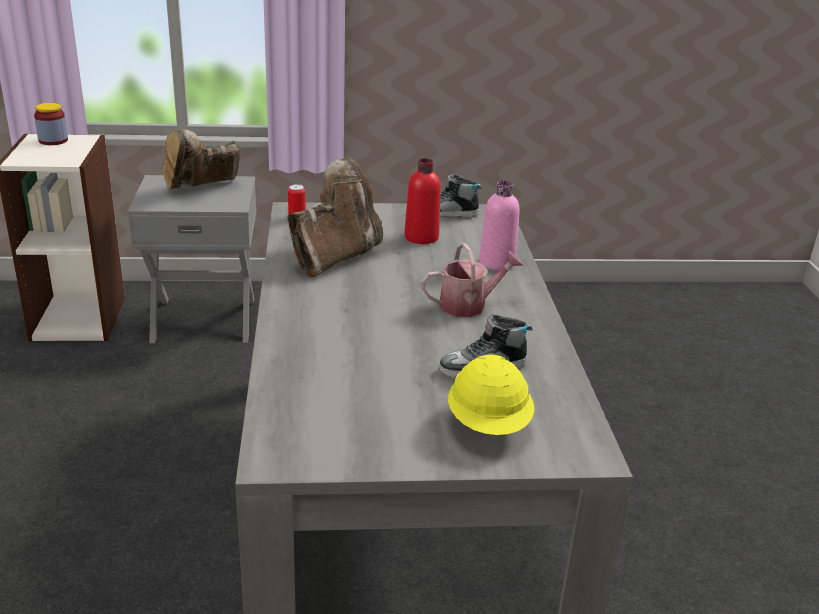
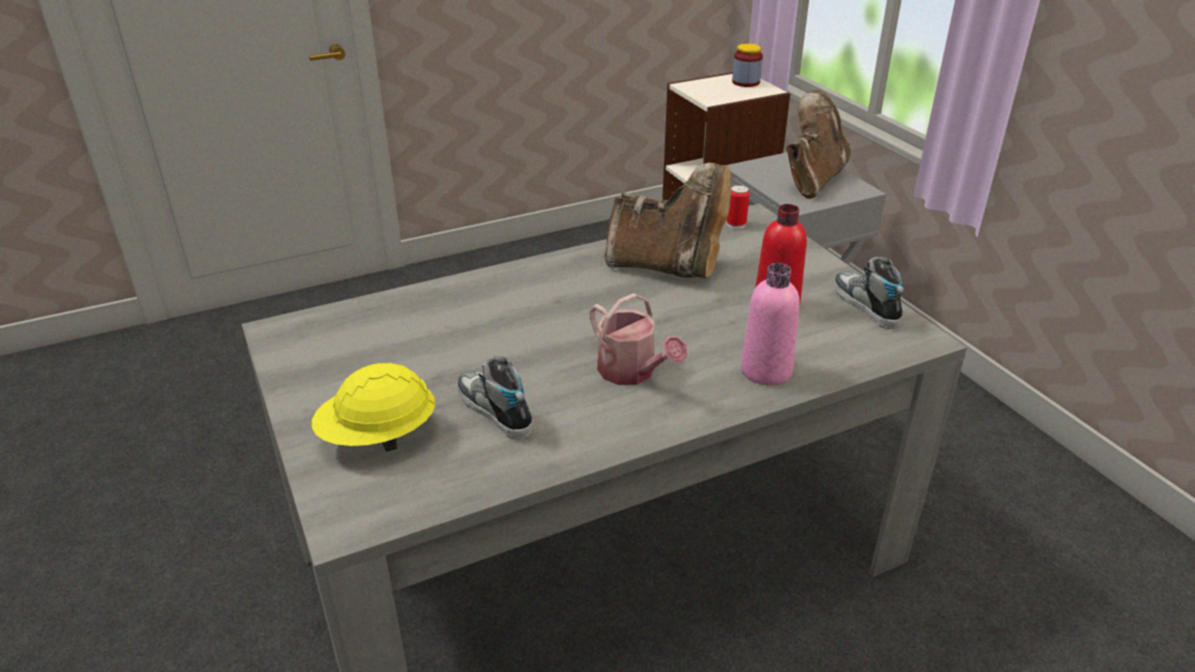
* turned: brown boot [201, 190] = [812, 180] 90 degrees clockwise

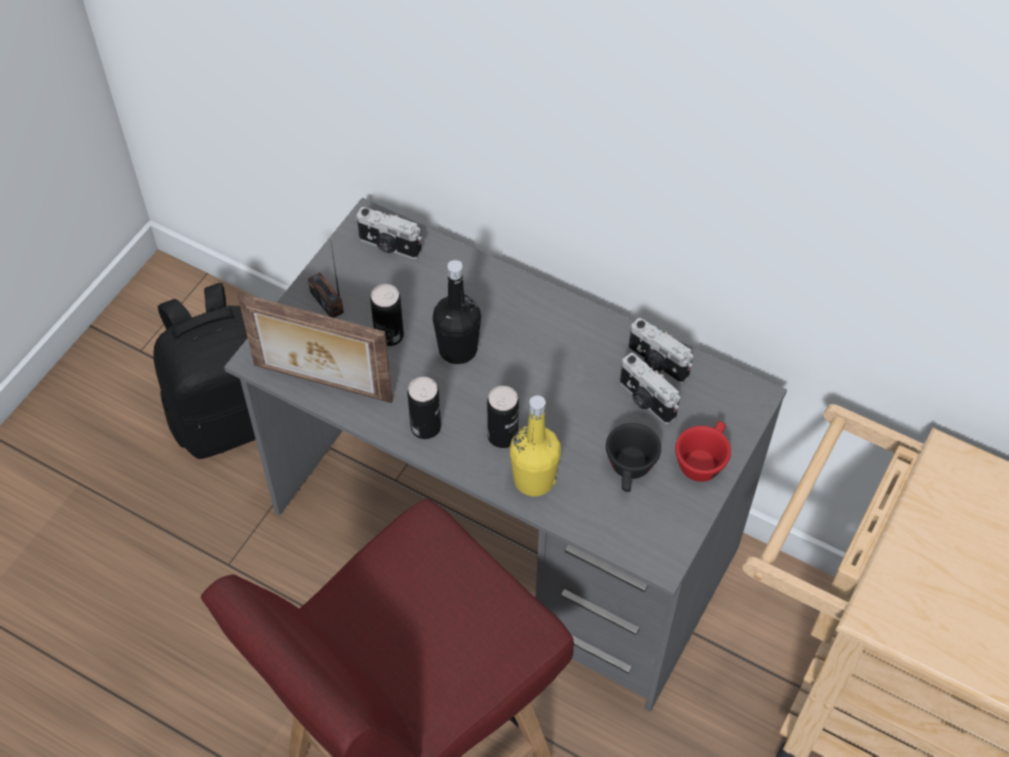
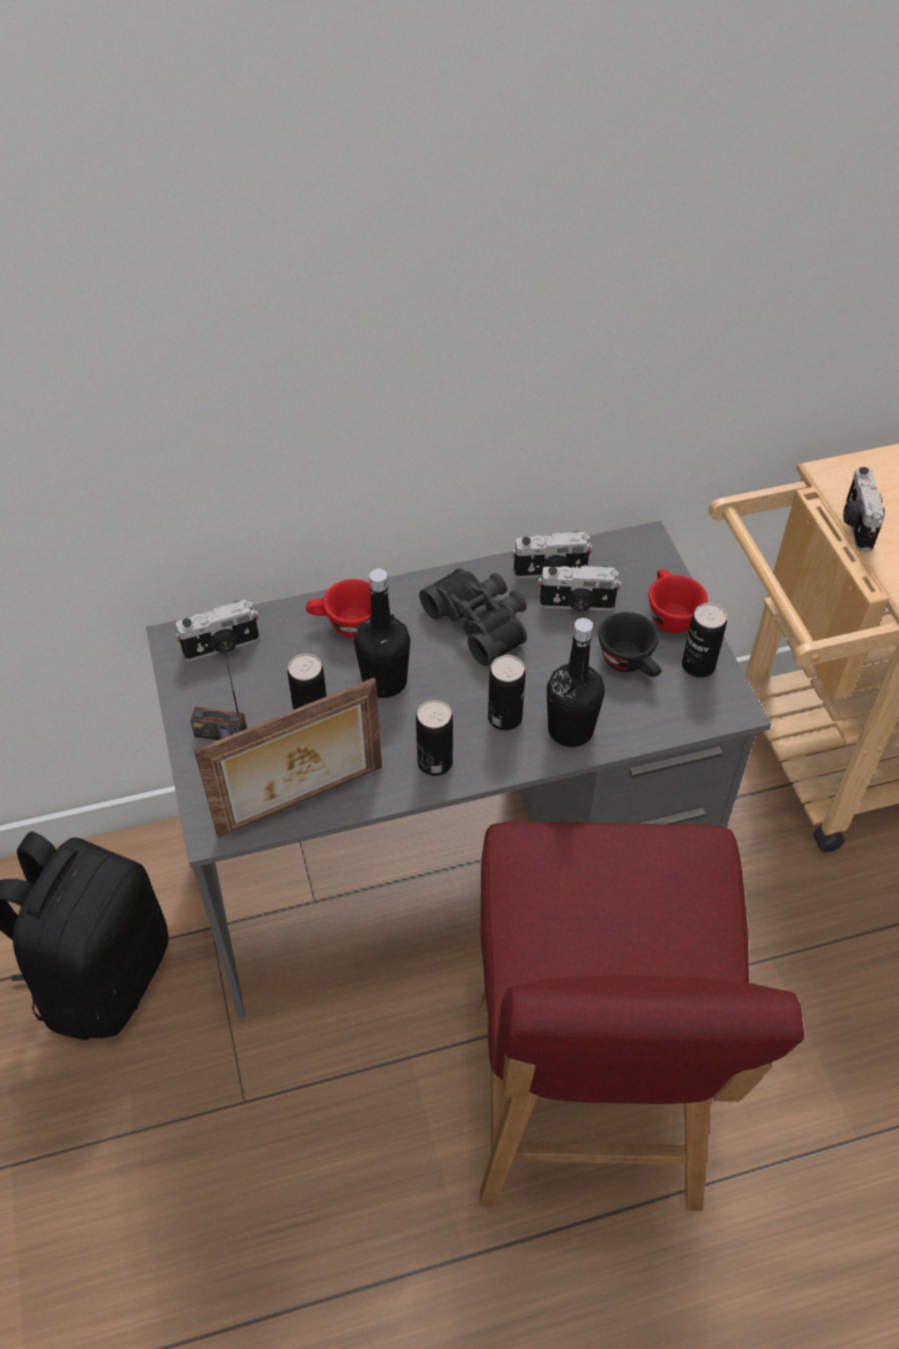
* added: red cup [345, 625]
* added: black binoculars [481, 621]
* recoloured: yellow bottle [534, 479] to black bottle [570, 730]
* added: can [698, 666]
* added: photo camera [856, 524]

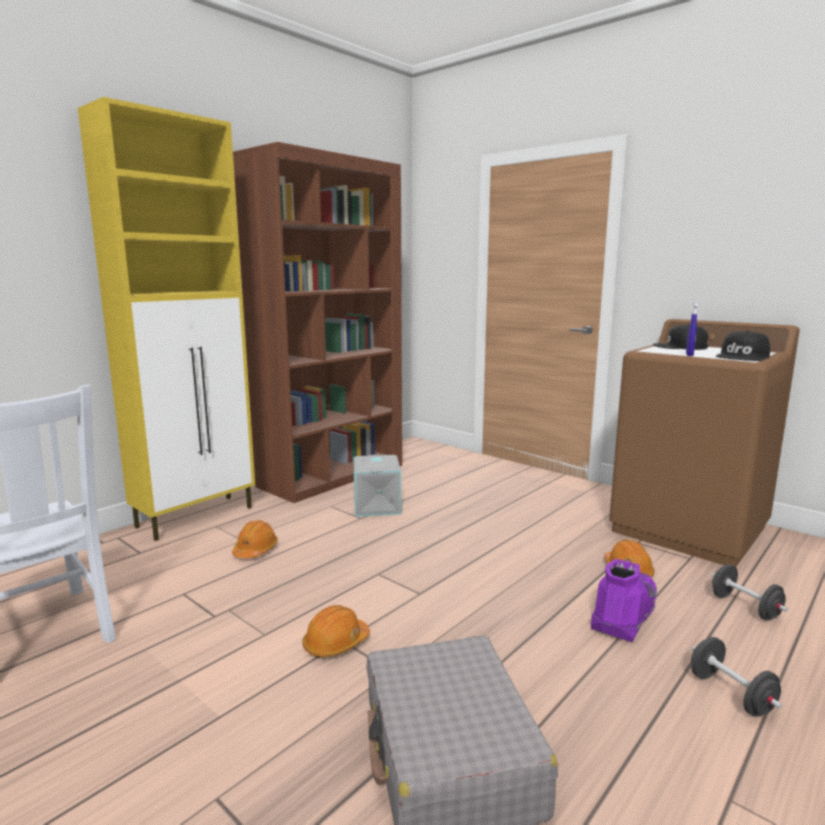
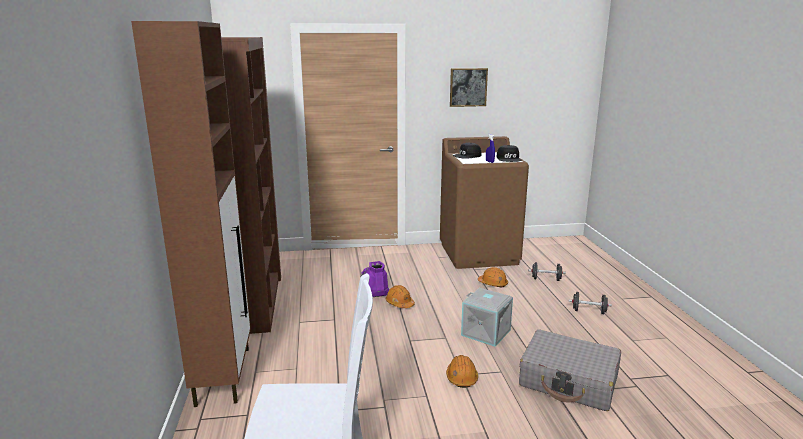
* recoloured: yellow cabinet [197, 516] to brown cabinet [224, 374]
* moved: purple boot [624, 613] to [374, 287]
* moved: orange hard hat [255, 550] to [399, 303]
* added: picture [468, 87]
* moved: grey storage box [378, 506] to [486, 332]

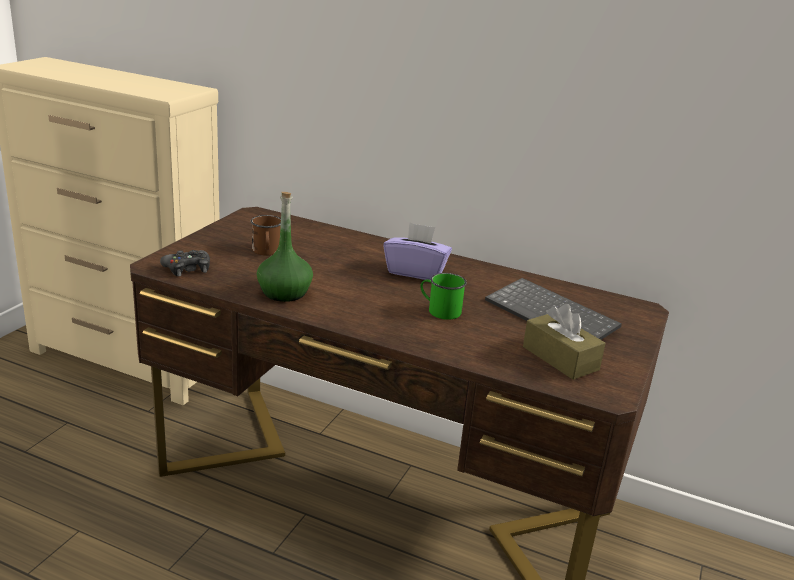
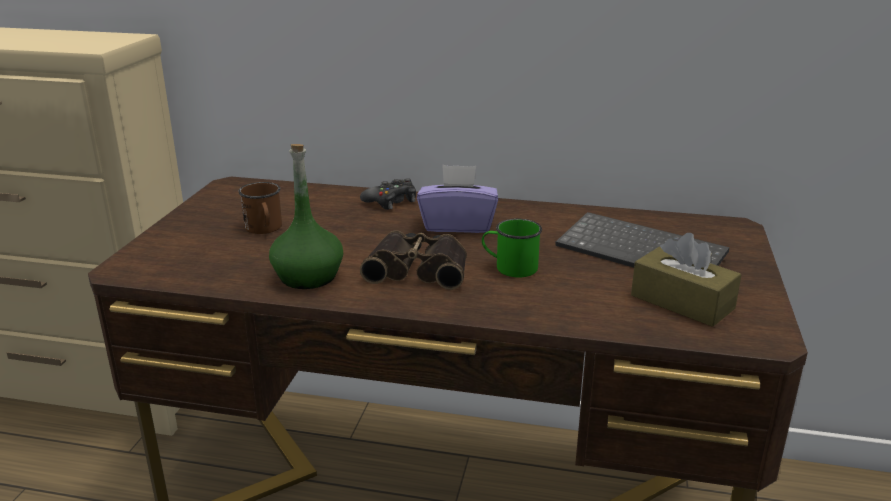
* moved: black game controller [187, 269] to [391, 201]
* added: binoculars [419, 269]

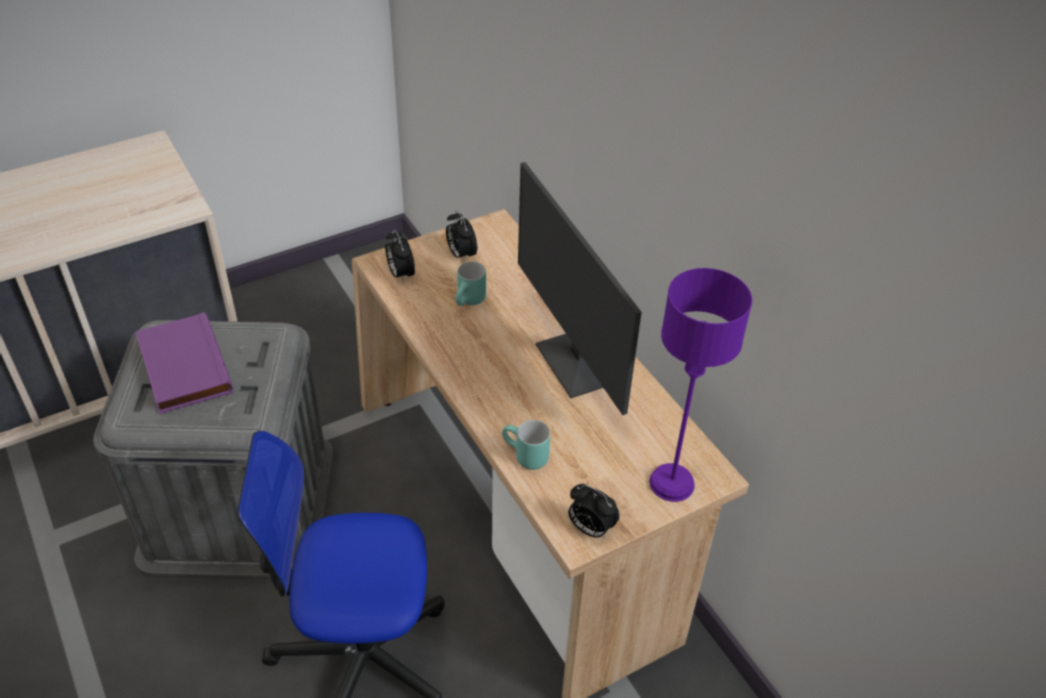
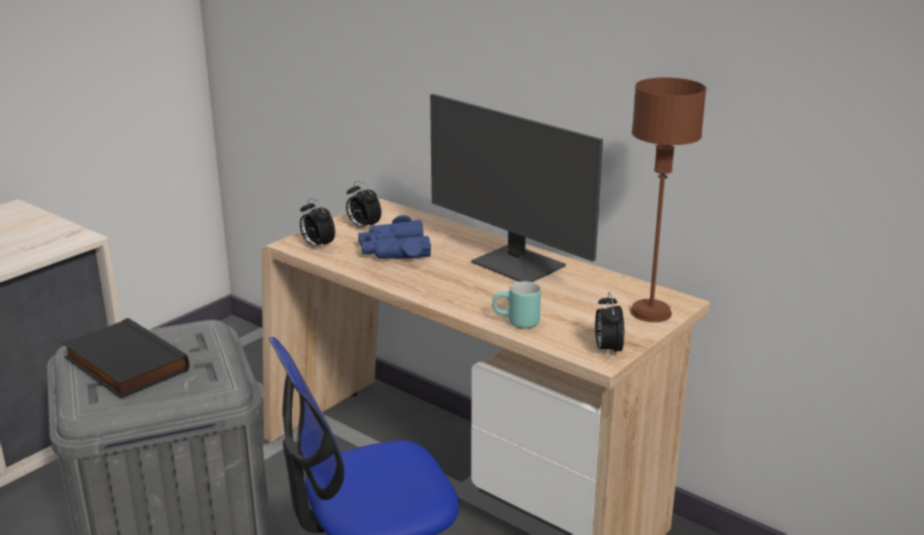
* recoloured: purple book [182, 367] to black book [123, 365]
* replaced: turquoise mug [470, 302] to blue binoculars [394, 250]
* turned: alarm clock [590, 528] = [607, 350] 75 degrees clockwise
* recoloured: purple table lamp [671, 484] to brown table lamp [651, 313]

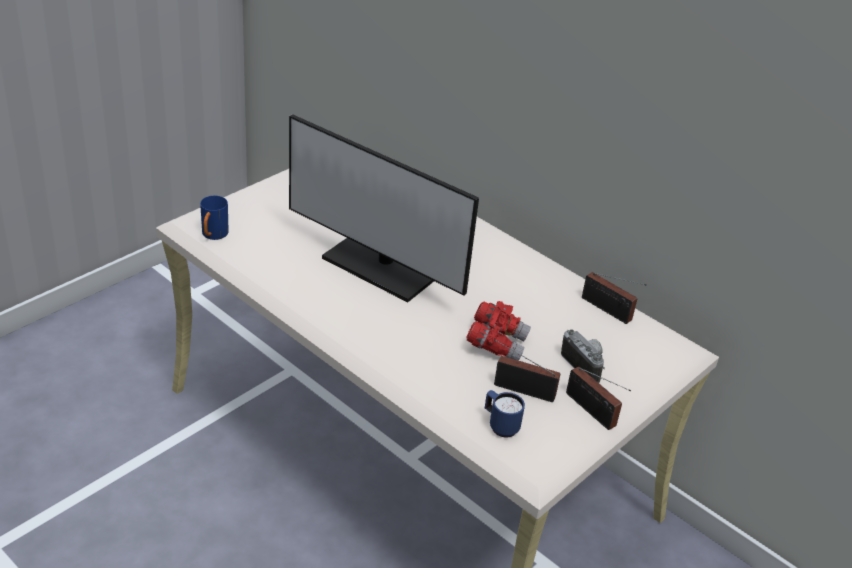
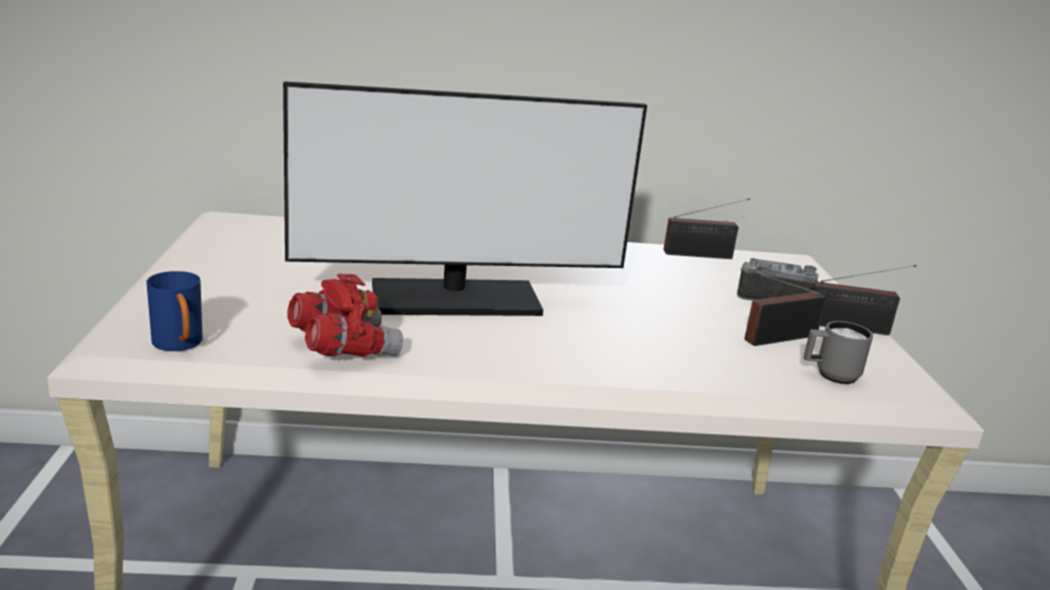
* moved: red binoculars [496, 343] to [343, 349]
* recoloured: blue mug [500, 426] to grey mug [829, 375]

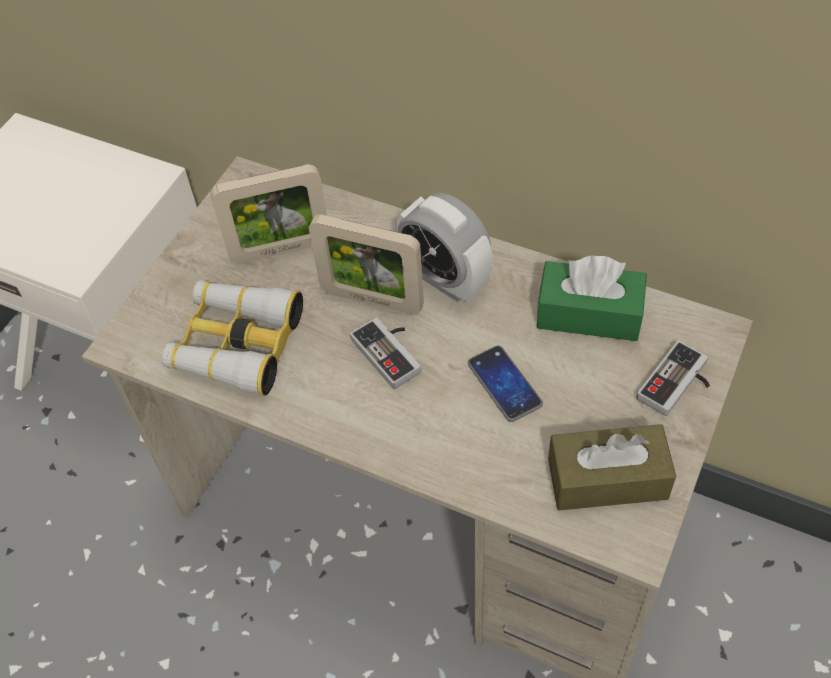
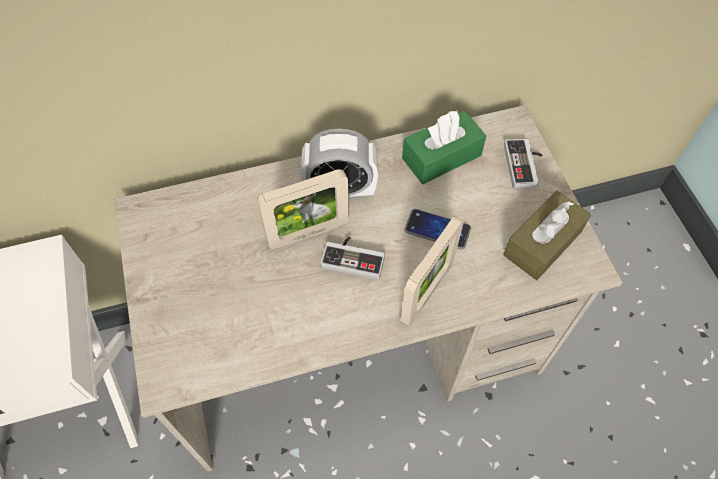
* moved: picture frame [280, 250] to [427, 293]
* removed: binoculars [236, 344]

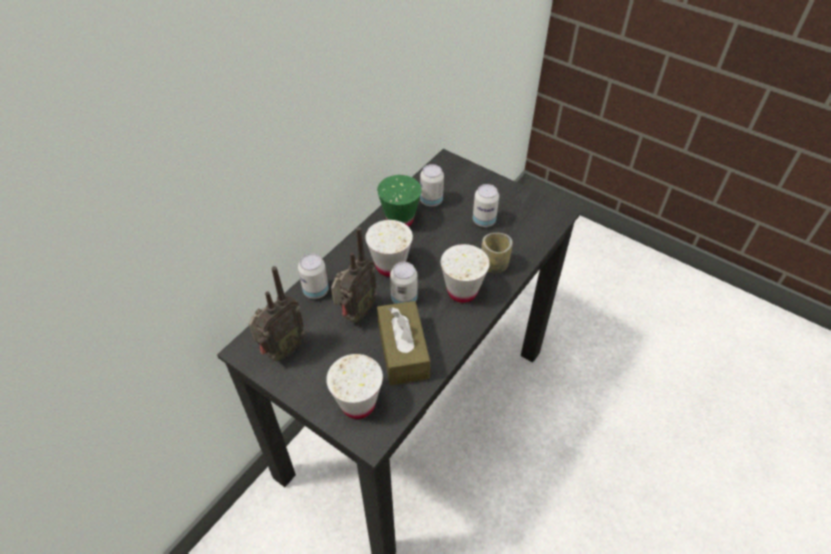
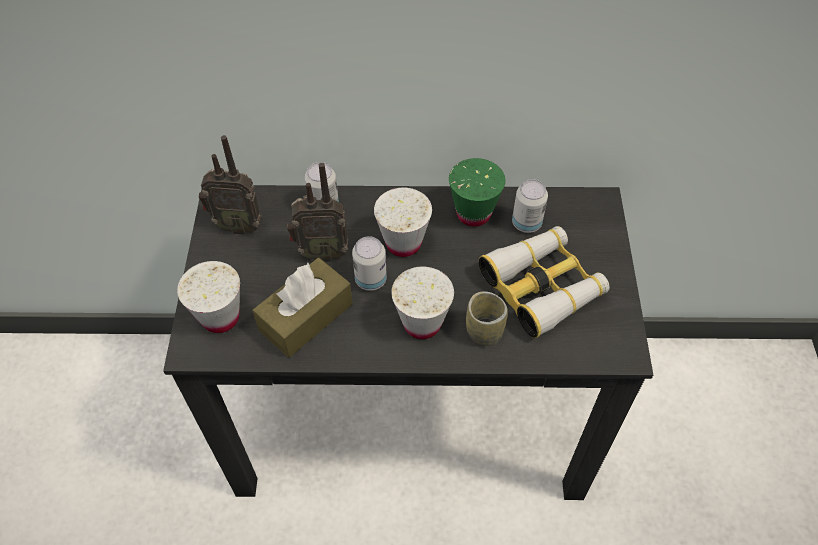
* replaced: can [484, 221] to binoculars [542, 286]

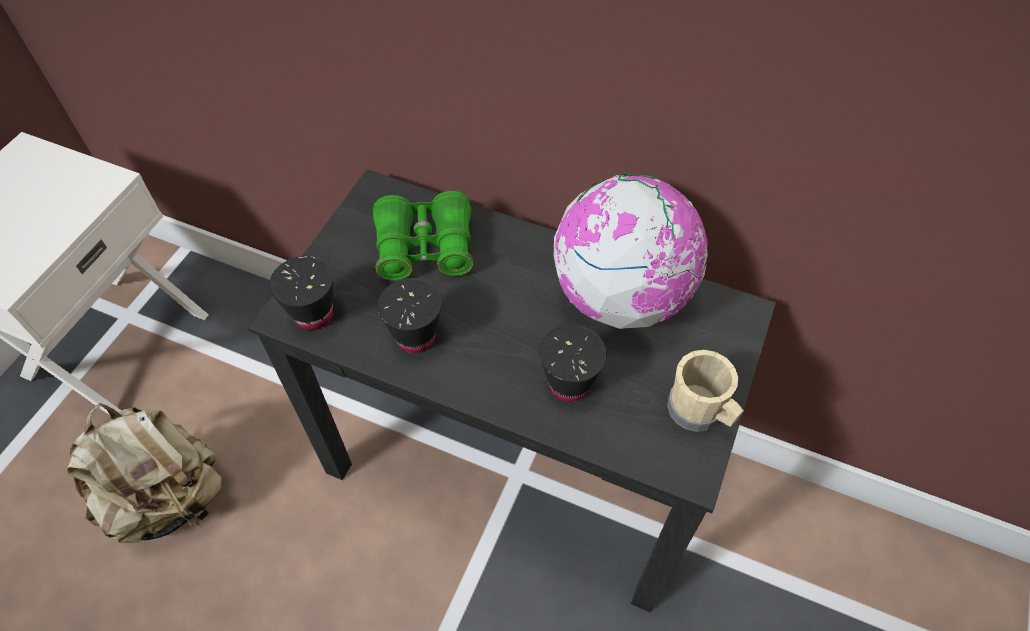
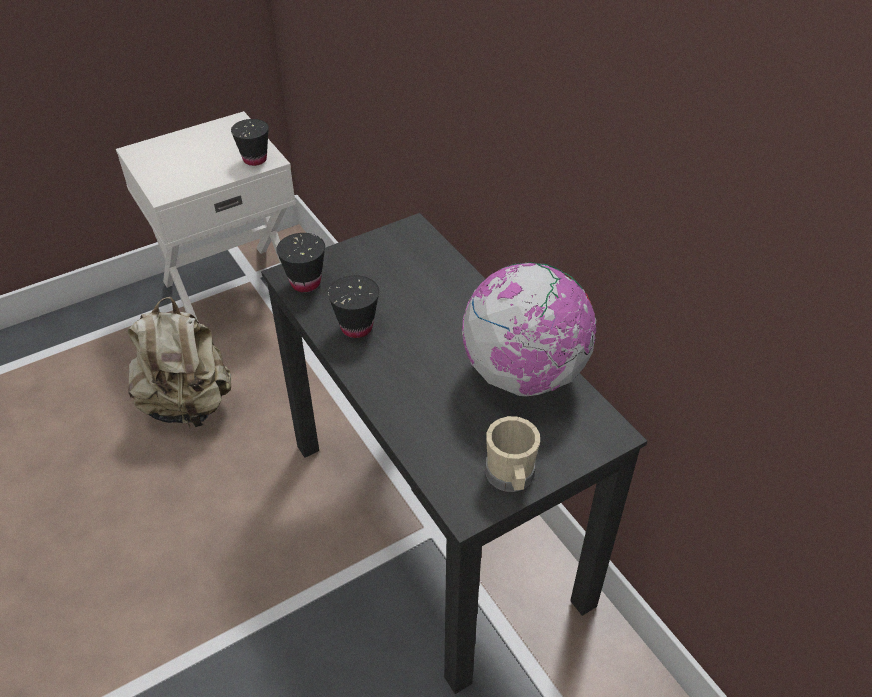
* moved: black cup [569, 384] to [255, 159]
* removed: green binoculars [425, 248]

